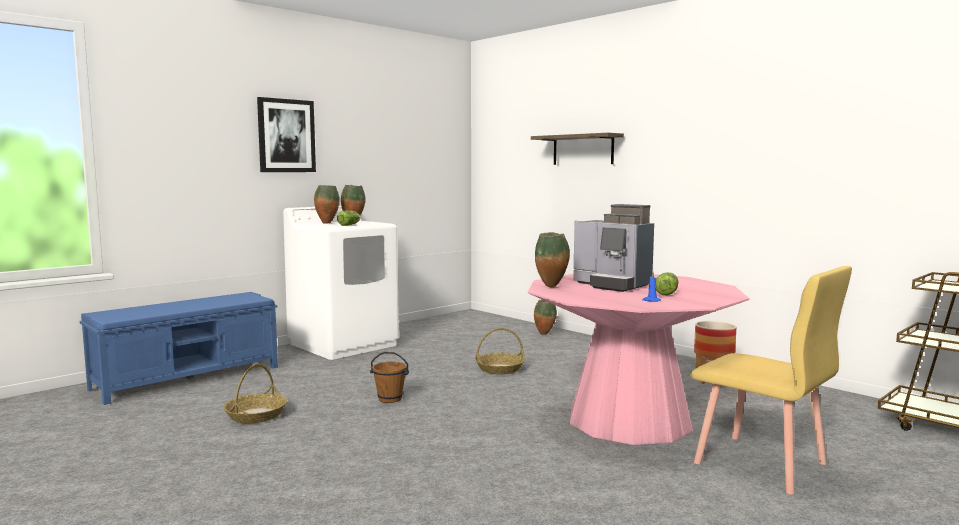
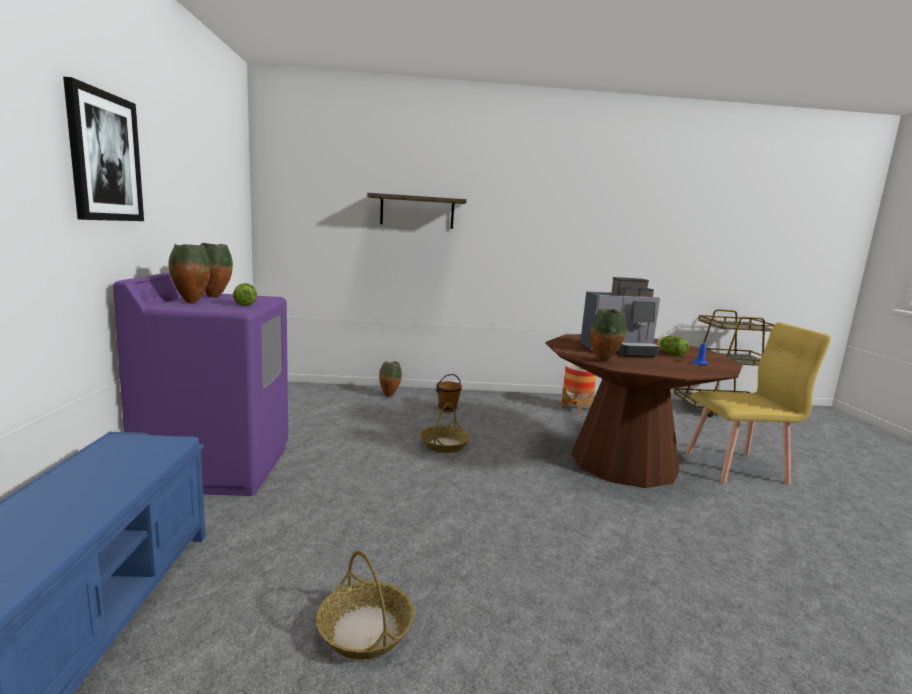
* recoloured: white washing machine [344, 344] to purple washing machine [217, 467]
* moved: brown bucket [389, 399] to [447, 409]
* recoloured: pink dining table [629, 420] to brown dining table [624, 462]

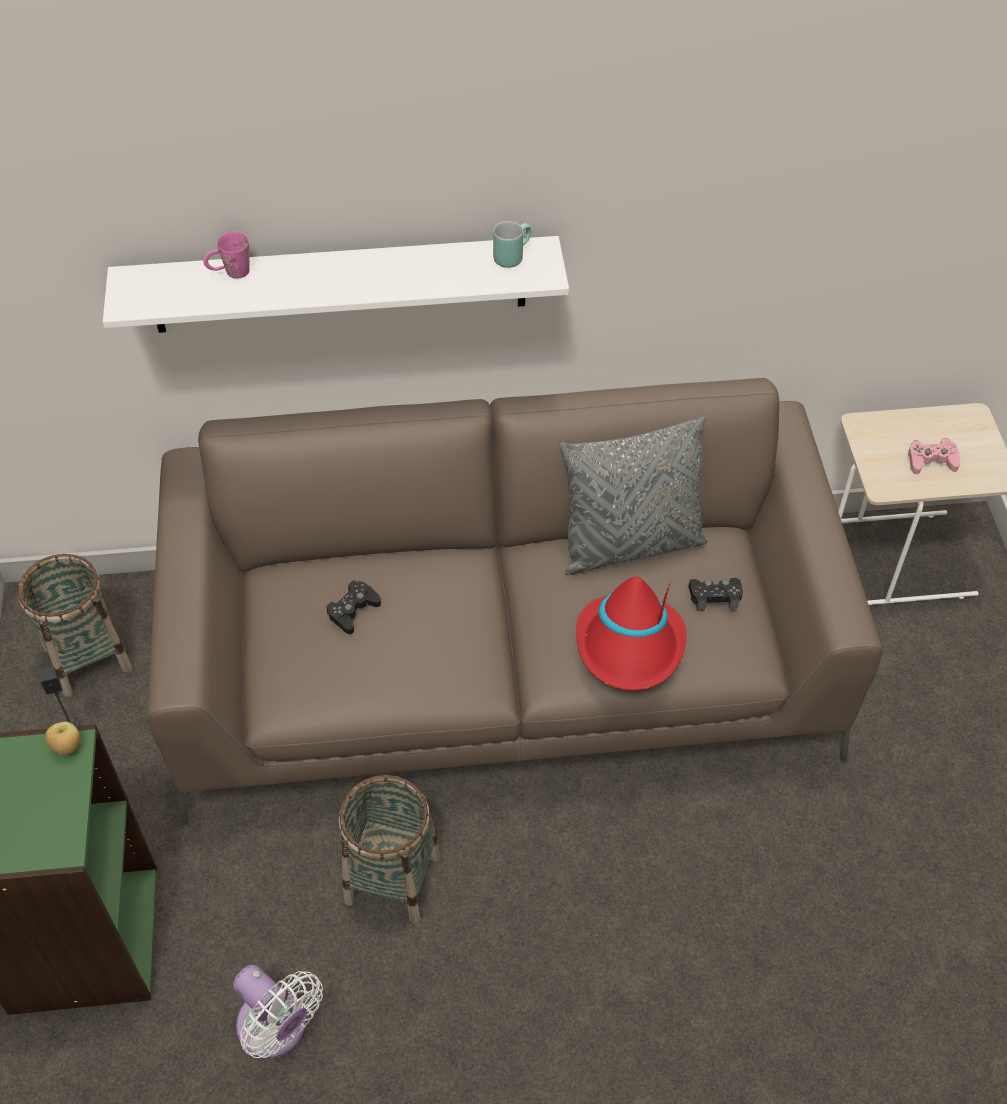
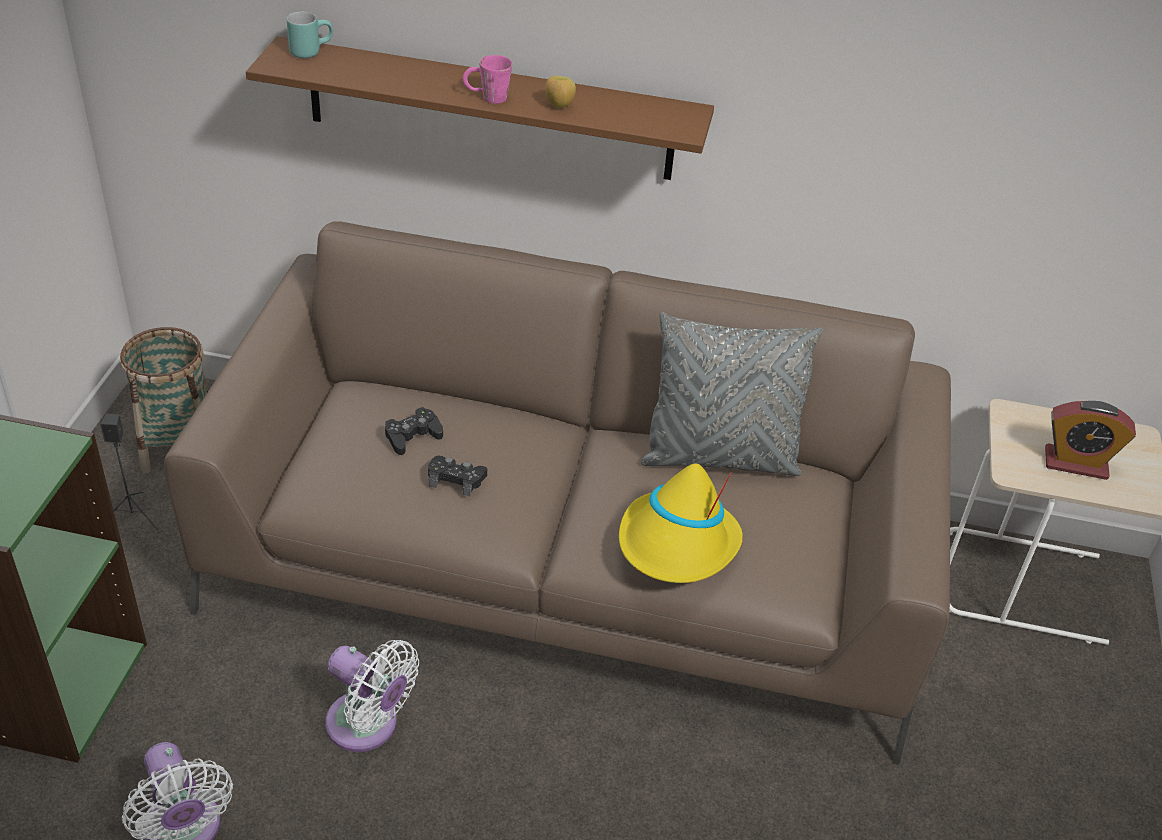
* recoloured: white shelf [339, 284] to brown shelf [490, 110]
* moved: turquoise mug [511, 255] to [310, 51]
* replaced: basket [392, 878] to white fan [368, 726]
* moved: black game controller [715, 596] to [456, 479]
* moved: pink mug [230, 273] to [486, 97]
* moved: apple [67, 747] to [559, 106]
* recoloured: red hat [630, 646] to yellow hat [677, 544]
* replaced: pink game controller [931, 461] to alarm clock [1075, 463]

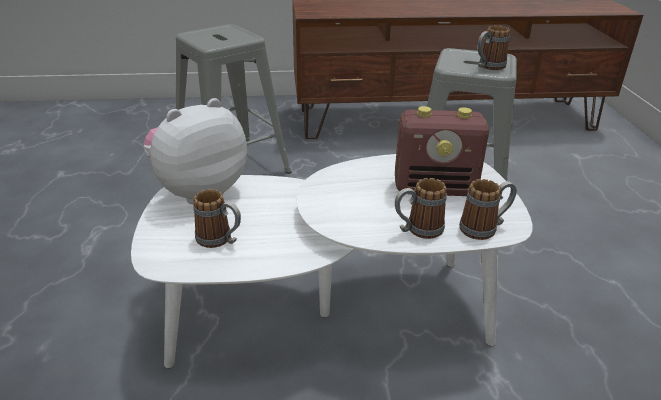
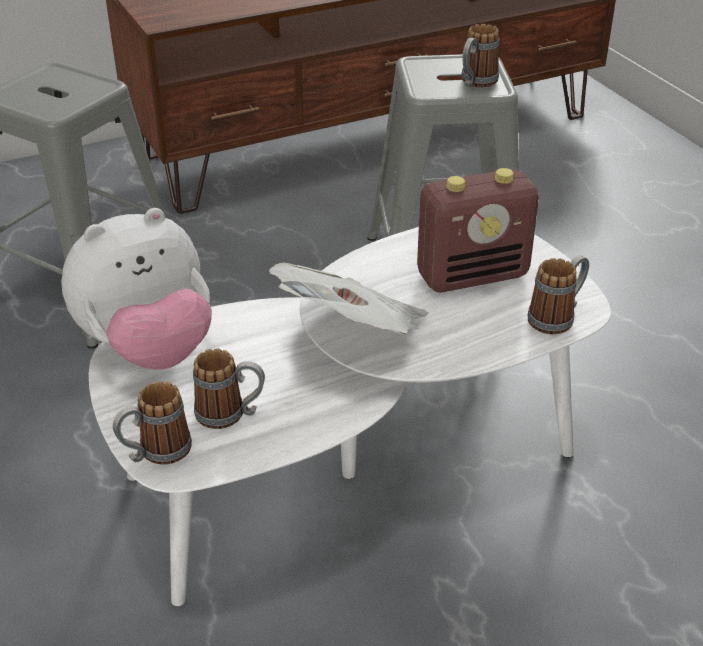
* turned: plush toy [199, 190] = [149, 349] 150 degrees counterclockwise
* moved: mug [417, 230] to [156, 453]
* added: newspaper [353, 331]

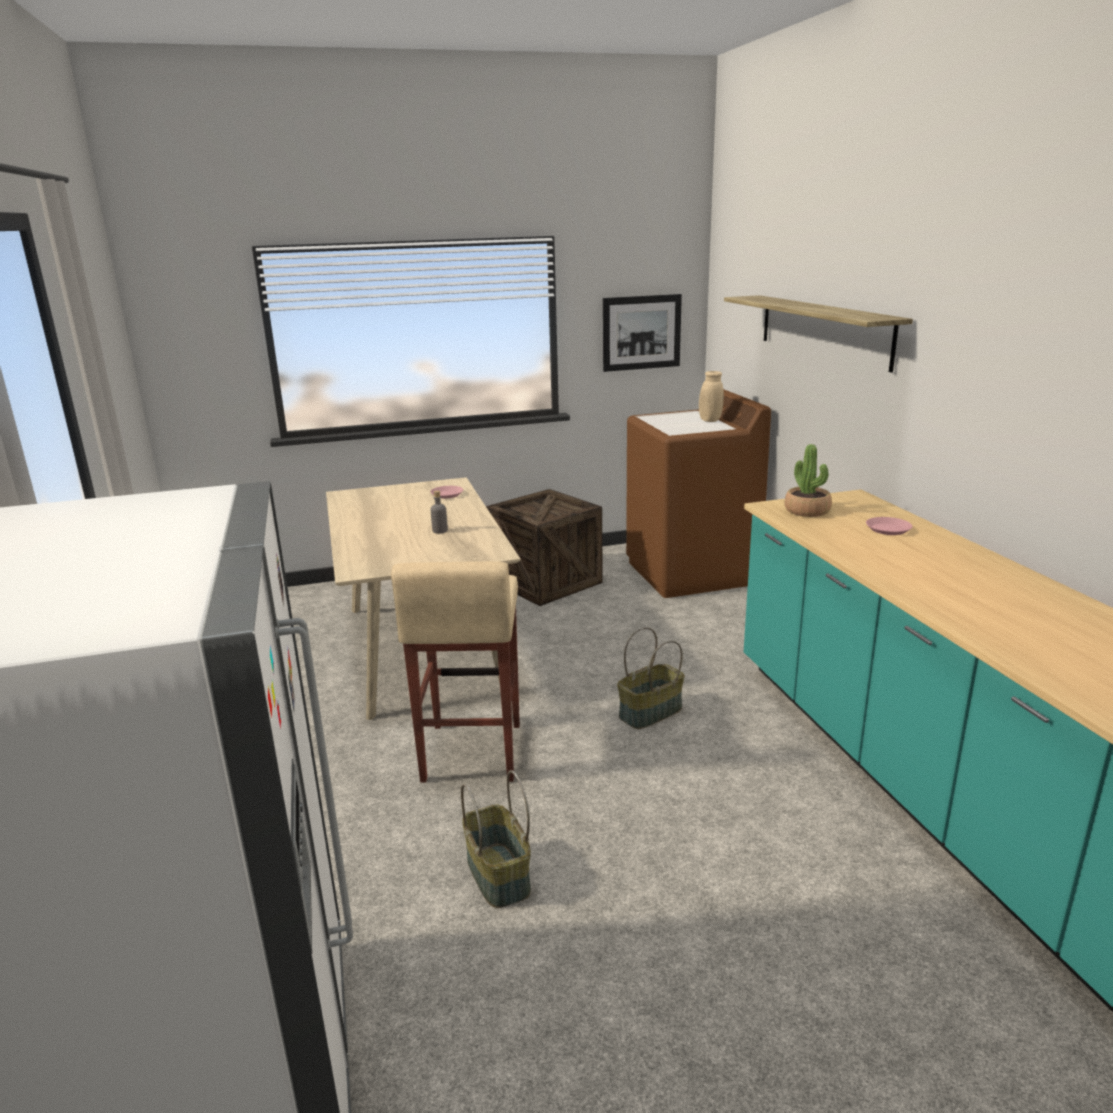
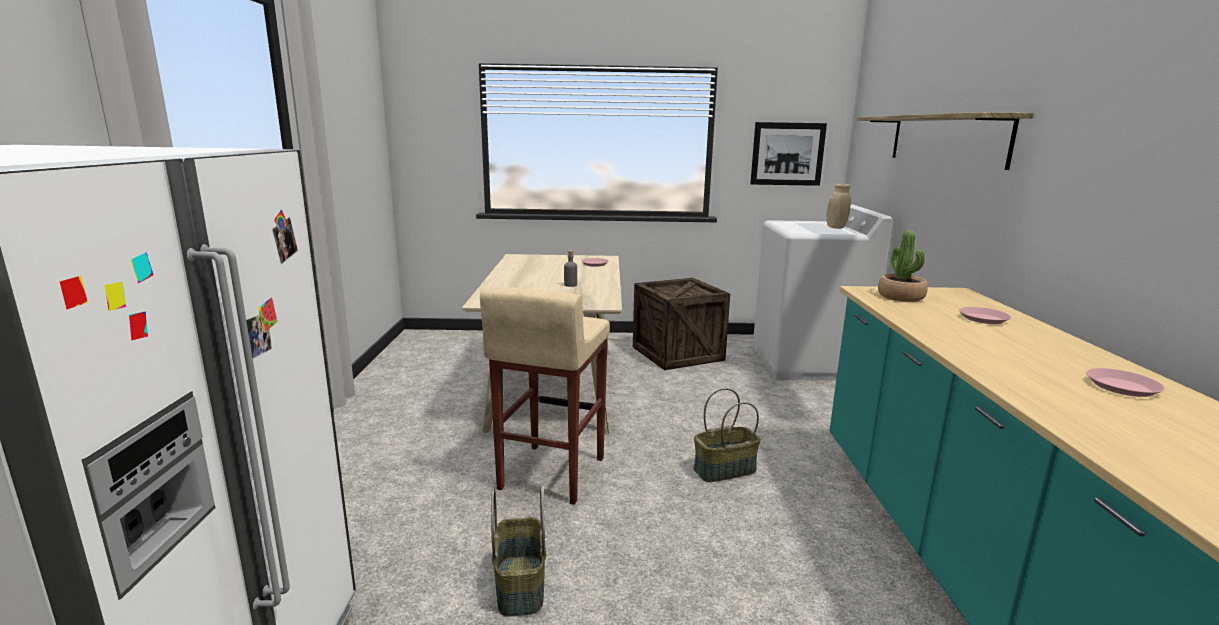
* recoloured: brown washing machine [691, 573] to white washing machine [807, 363]
* added: pink plate [1122, 387]

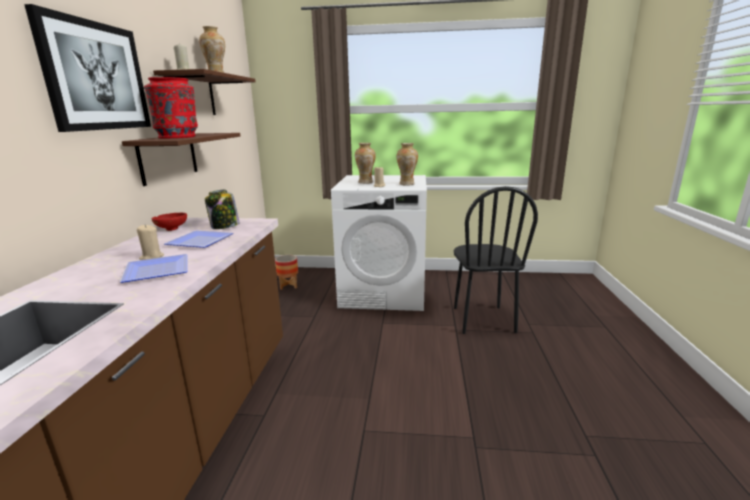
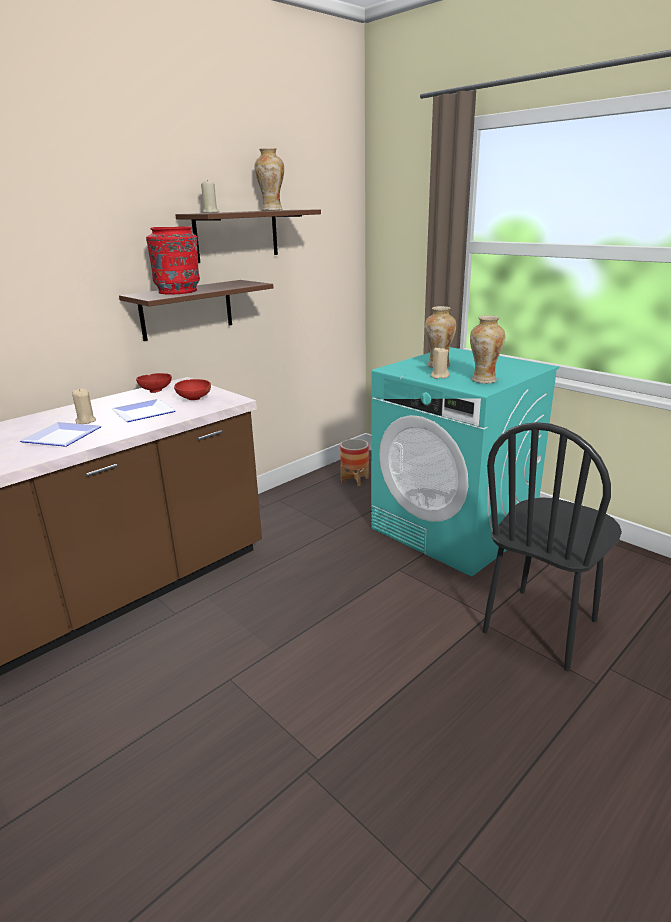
* replaced: jar [224, 226] to red bowl [194, 399]
* recoloured: white washing machine [384, 292] to turquoise washing machine [453, 529]
* removed: picture [96, 76]

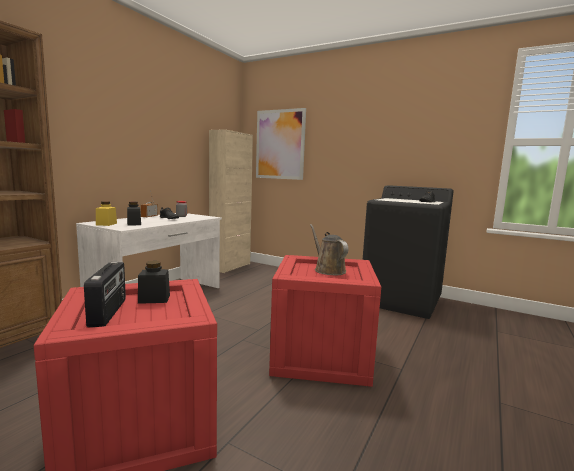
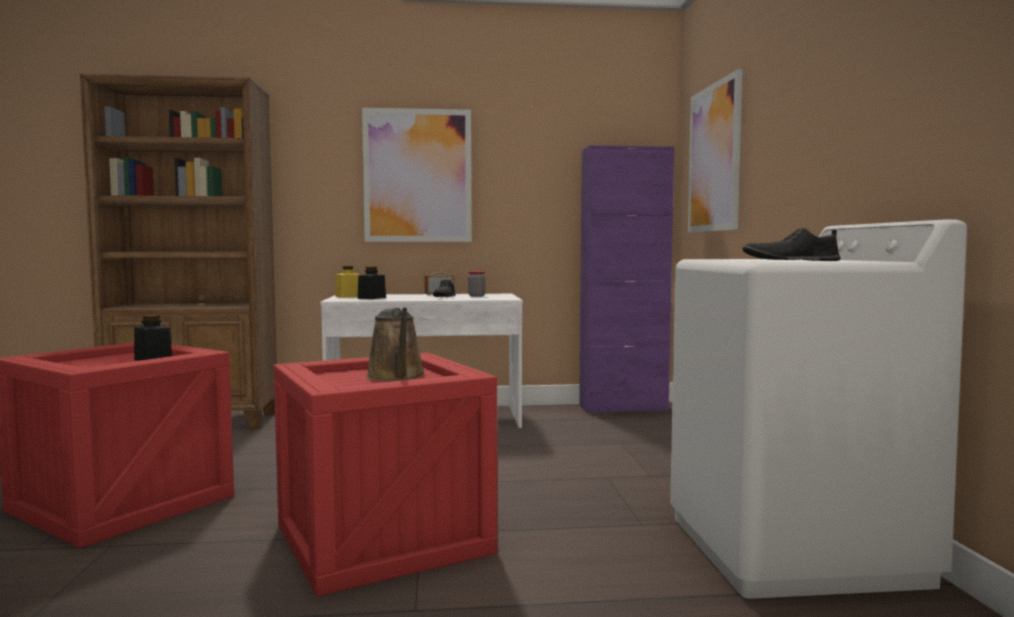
* added: picture [417, 176]
* turned: brown watering can [328, 270] = [396, 377] 135 degrees clockwise
* recoloured: beige cabinet [230, 267] to purple cabinet [623, 408]
* recoloured: black washing machine [401, 301] to white washing machine [793, 549]
* removed: radio [109, 312]

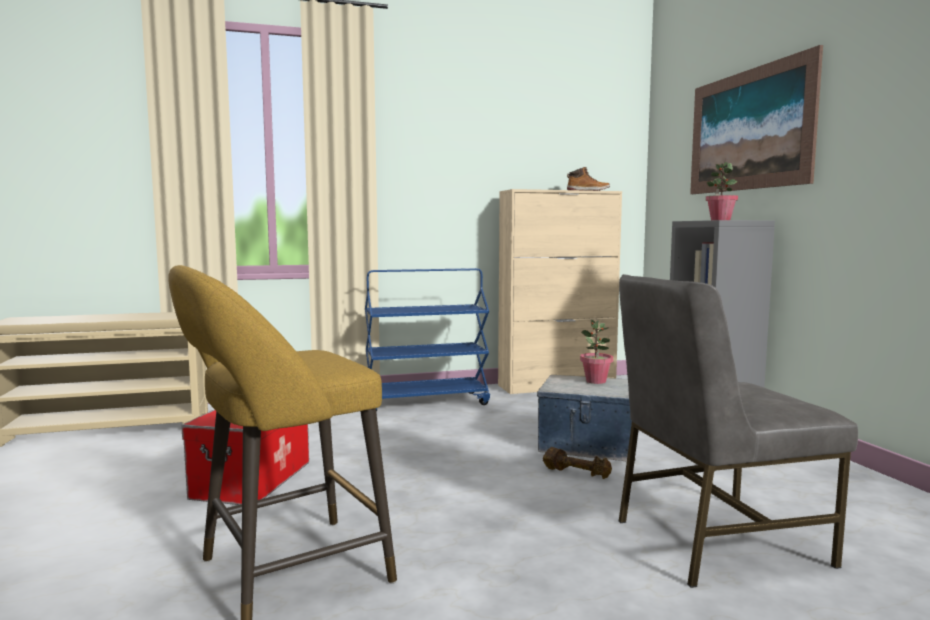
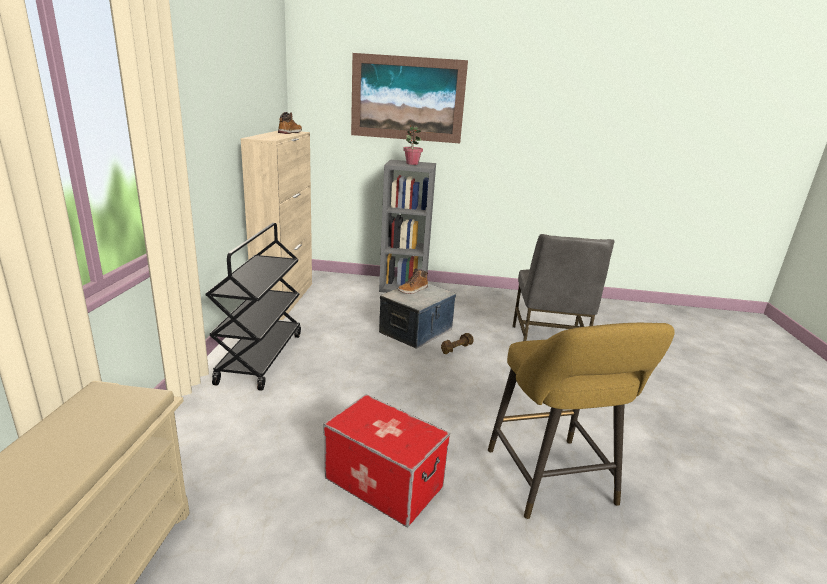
* recoloured: blue cart [426, 402] to black cart [260, 357]
* replaced: potted plant [595, 381] to boot [413, 290]

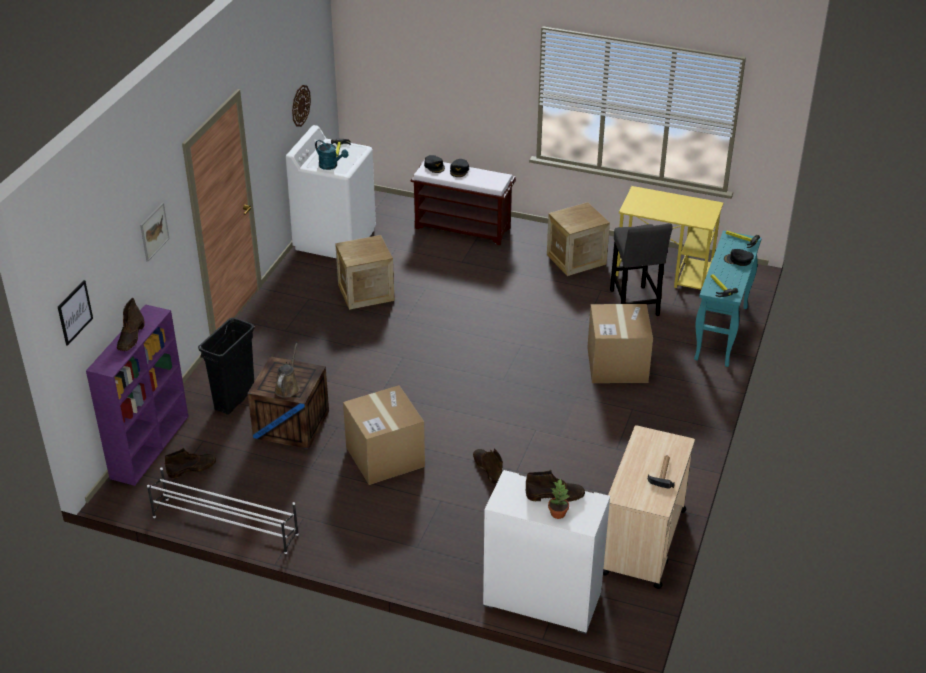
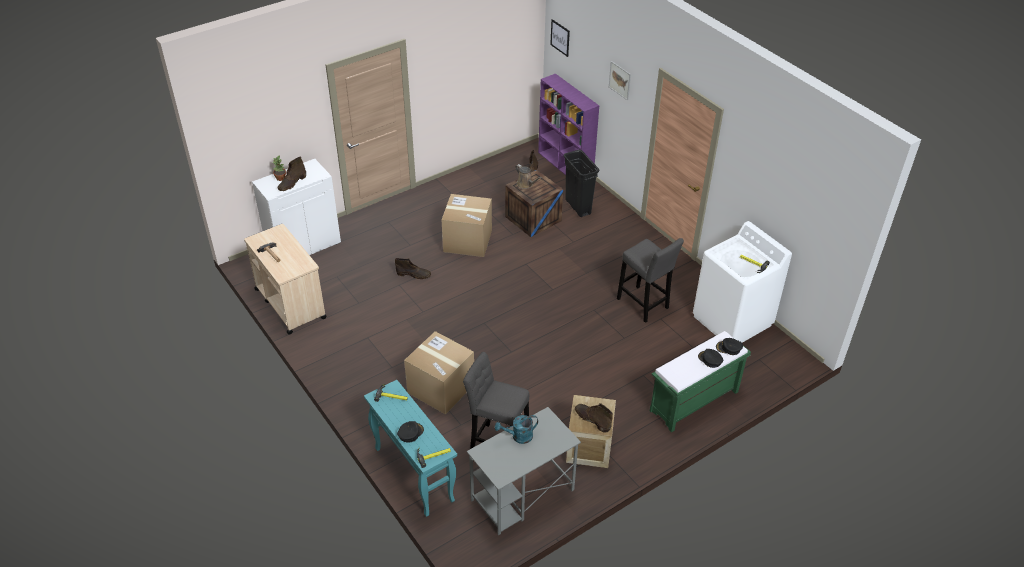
* recoloured: yellow desk [665, 271] to grey desk [522, 495]
* moved: turquoise watering can [331, 166] to [518, 437]
* moved: brown boot [131, 337] to [592, 419]
* replaced: crate [366, 293] to grey stool [644, 305]
* recoloured: brown bench [463, 228] to green bench [693, 402]
* removed: white shoe rack [224, 525]
* removed: wall clock [300, 105]

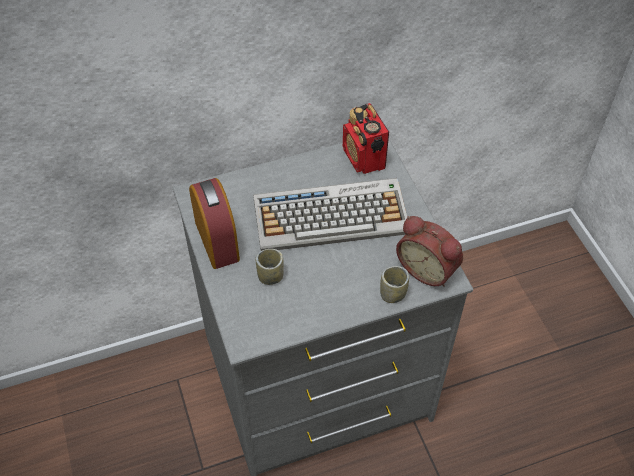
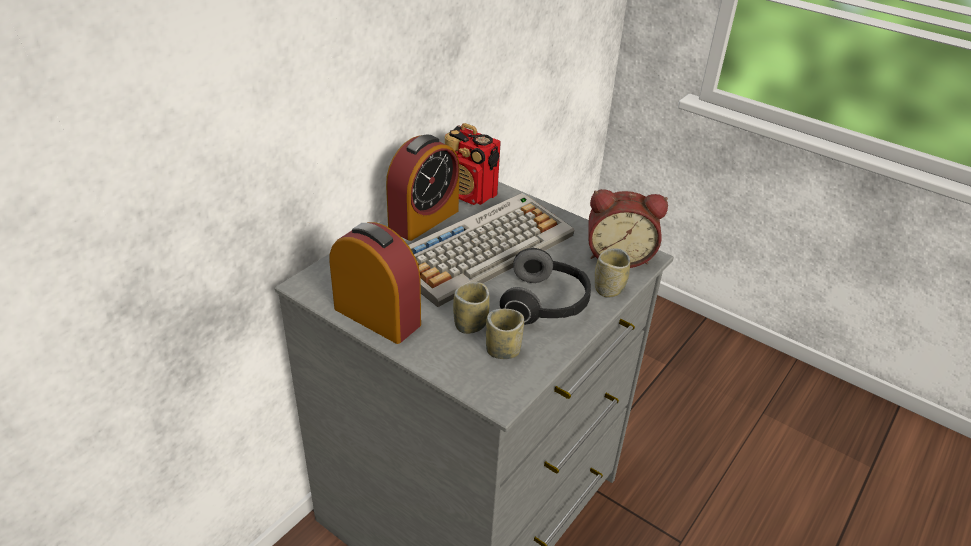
* added: alarm clock [423, 219]
* added: cup [503, 350]
* added: headphones [546, 304]

